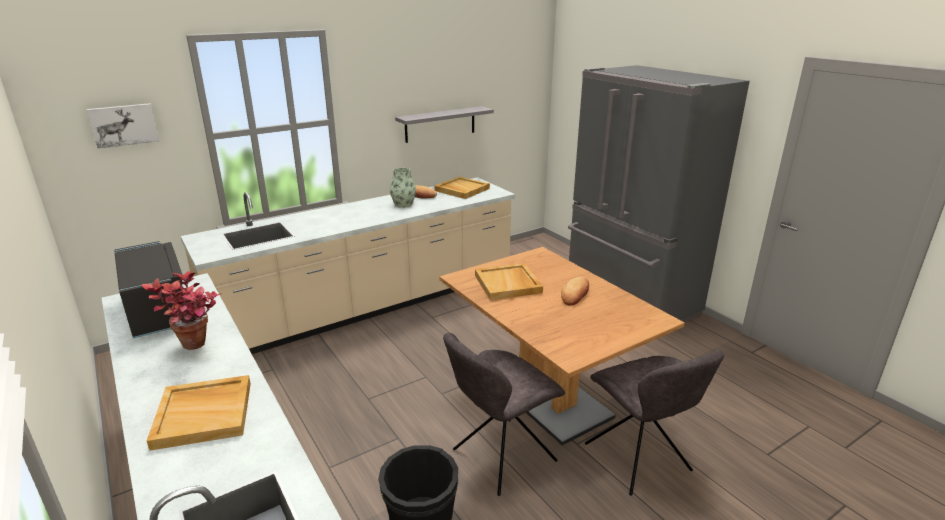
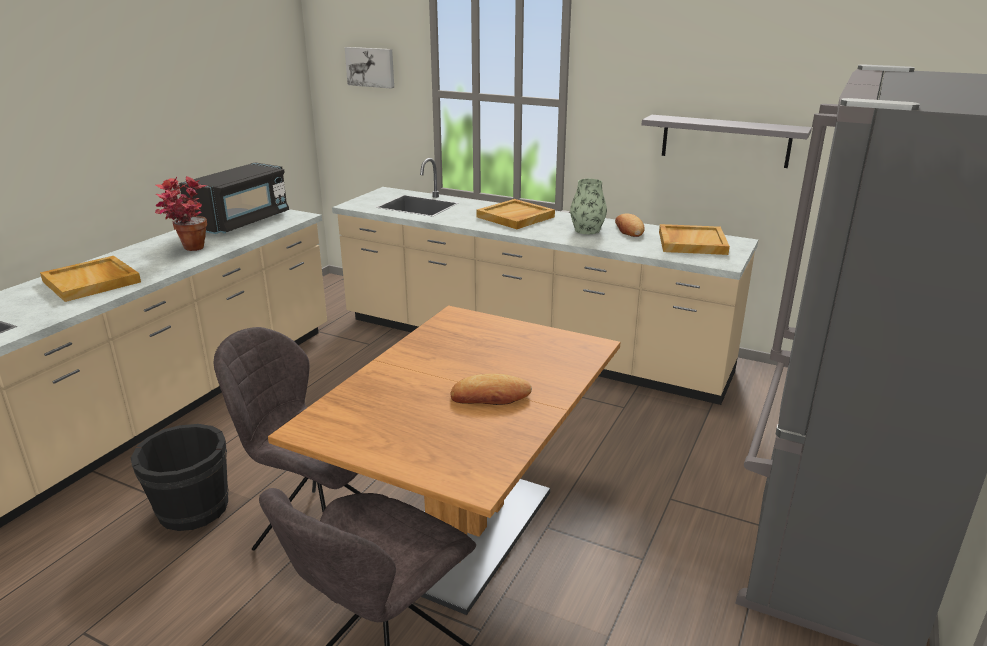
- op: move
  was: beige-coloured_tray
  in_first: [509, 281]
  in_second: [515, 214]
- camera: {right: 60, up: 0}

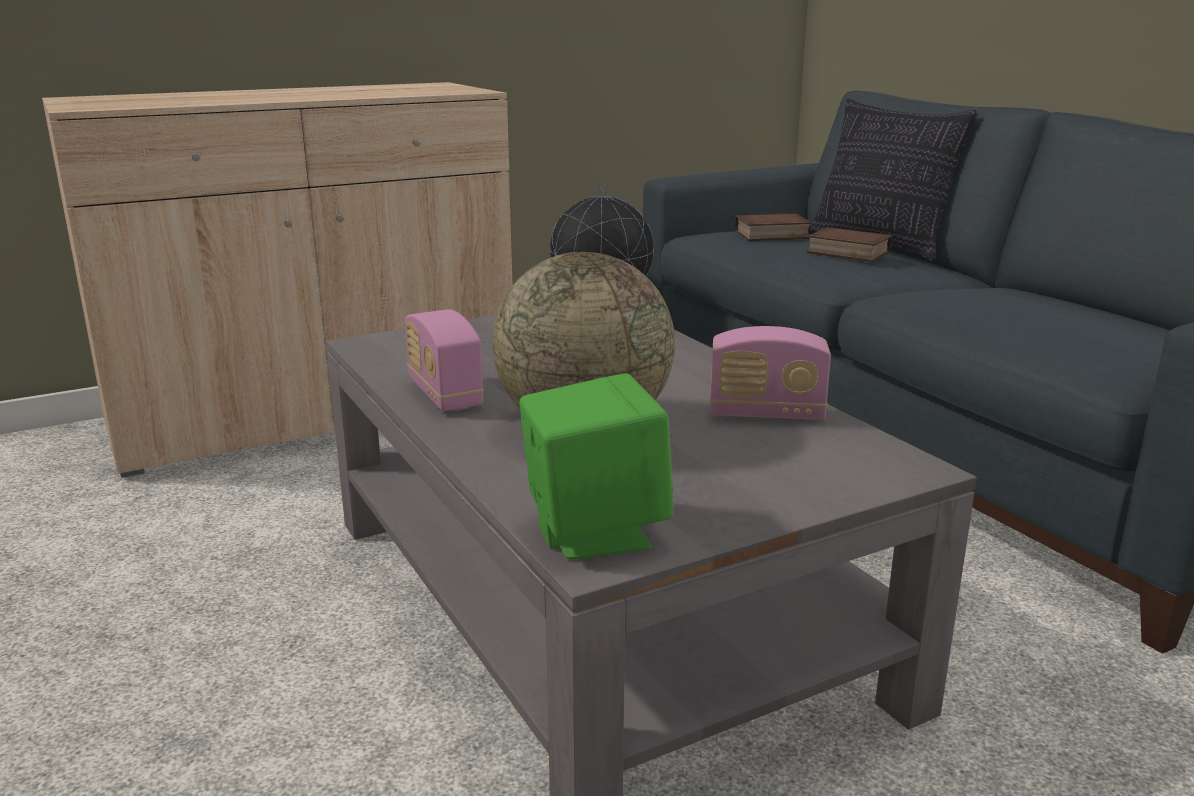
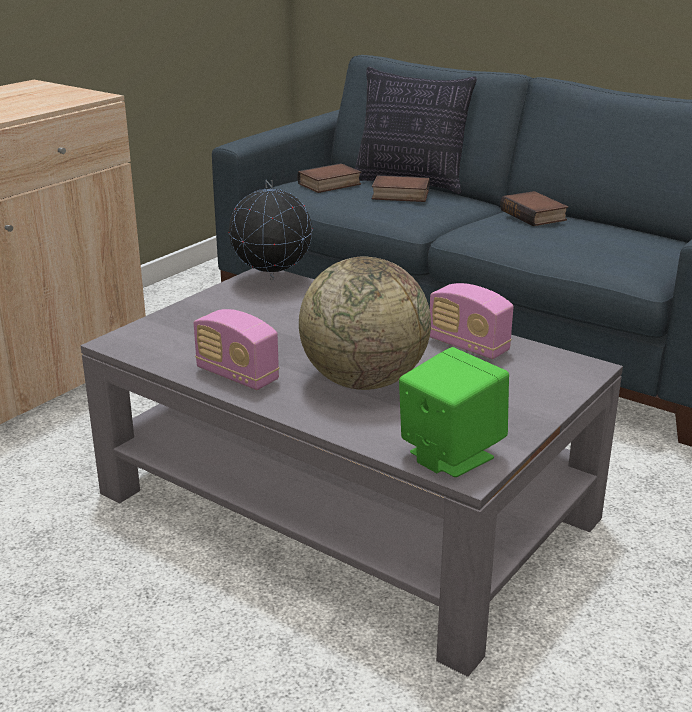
- op: rotate
  was: radio_set
  in_first: [770, 373]
  in_second: [472, 321]
  clockwise: 60
- op: insert
  now: bound_book
  in_second: [534, 208]
- camera: {right: -25, up: 5}

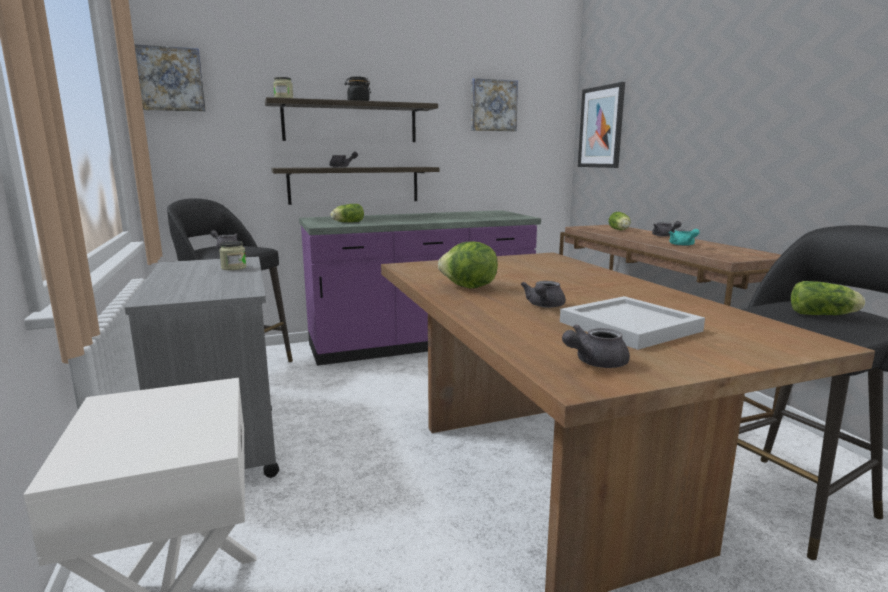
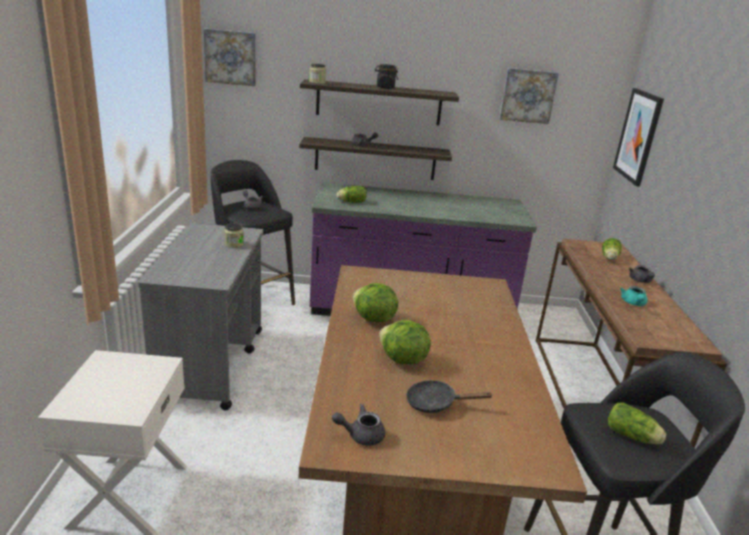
- op: replace
  was: grey_teapot
  now: lettuce_head
  in_first: [543, 294]
  in_second: [405, 342]
- op: replace
  was: whitish_tray
  now: blackish_skillet
  in_first: [632, 323]
  in_second: [449, 396]
- camera: {right: 20, up: 10}

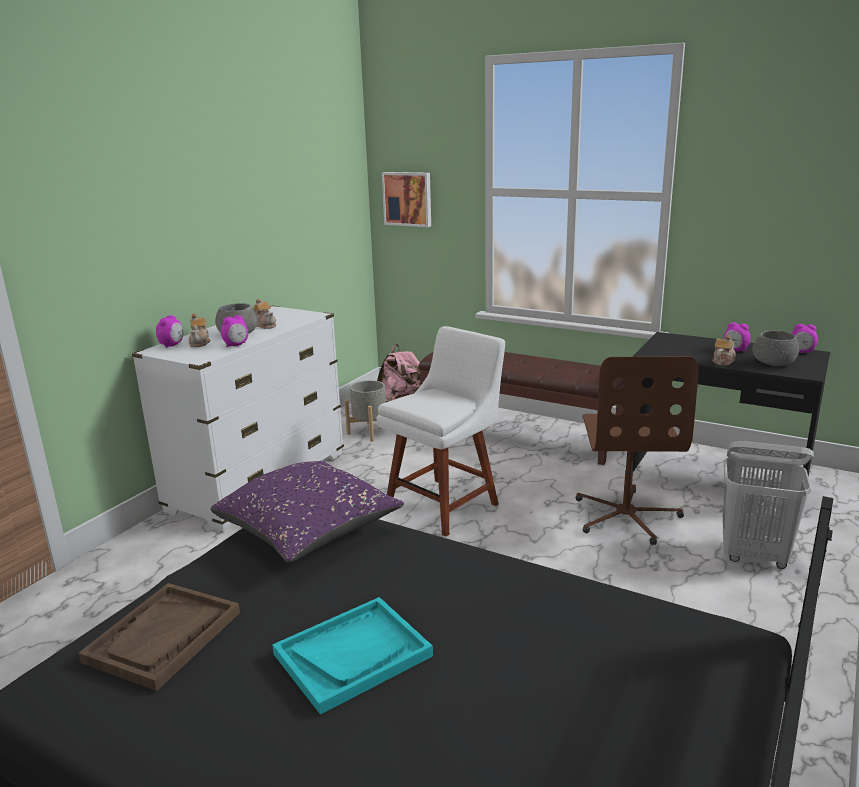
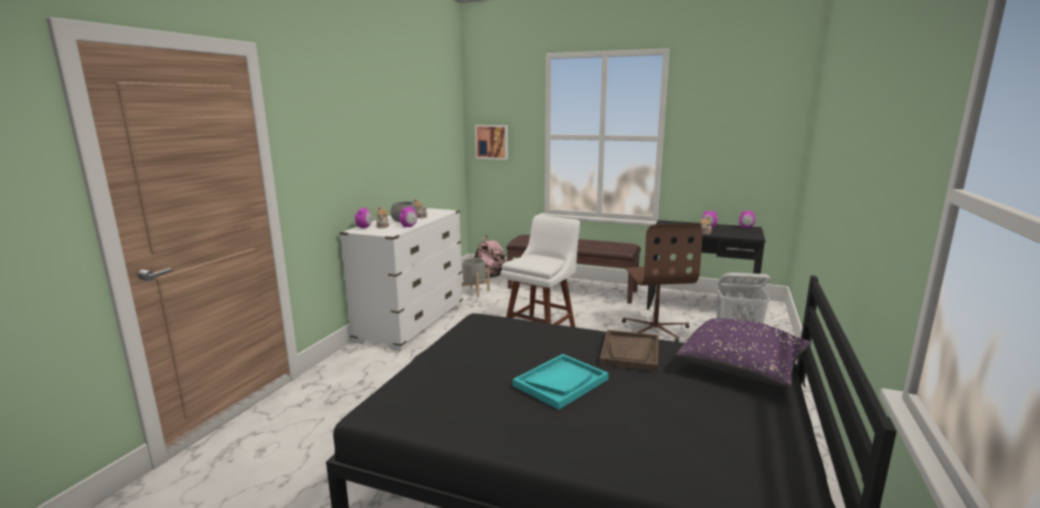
- op: move
  was: brown_tray
  in_first: [159, 637]
  in_second: [629, 350]
- op: move
  was: purple_throw_pillow
  in_first: [307, 512]
  in_second: [743, 352]
- op: delete
  was: grey_bowl
  in_first: [776, 348]
- camera: {right: -10, up: -5}

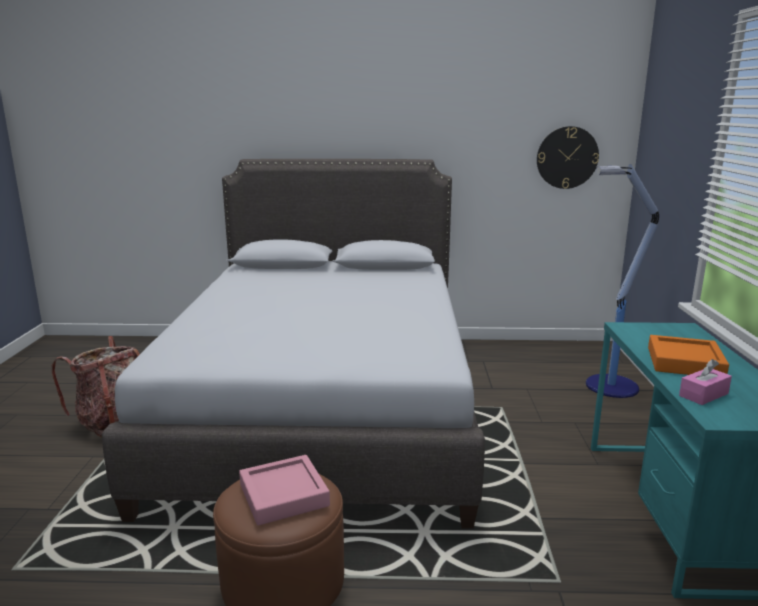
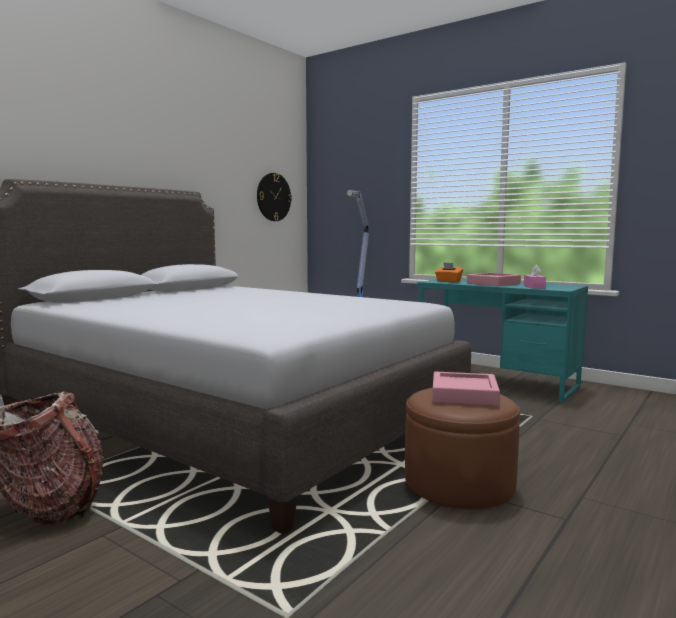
- op: recolor
  was: orange_tray
  now: pink_tray
  in_first: [688, 355]
  in_second: [494, 279]
- op: insert
  now: orange_box_of_tissues
  in_second: [449, 272]
- camera: {right: -55, up: -10}

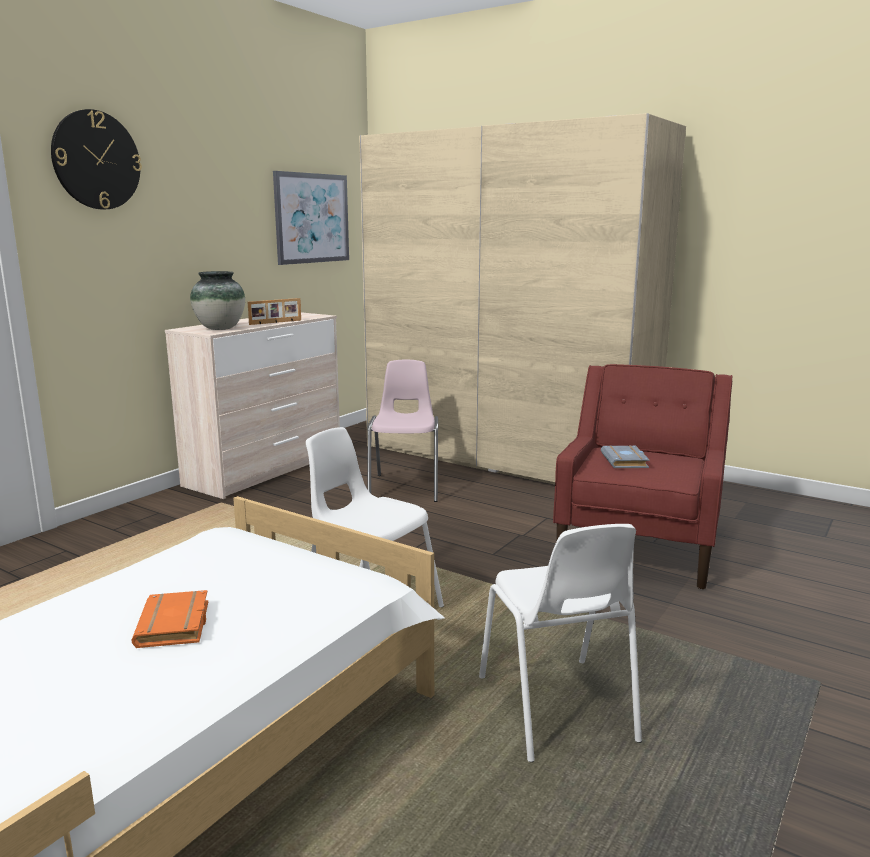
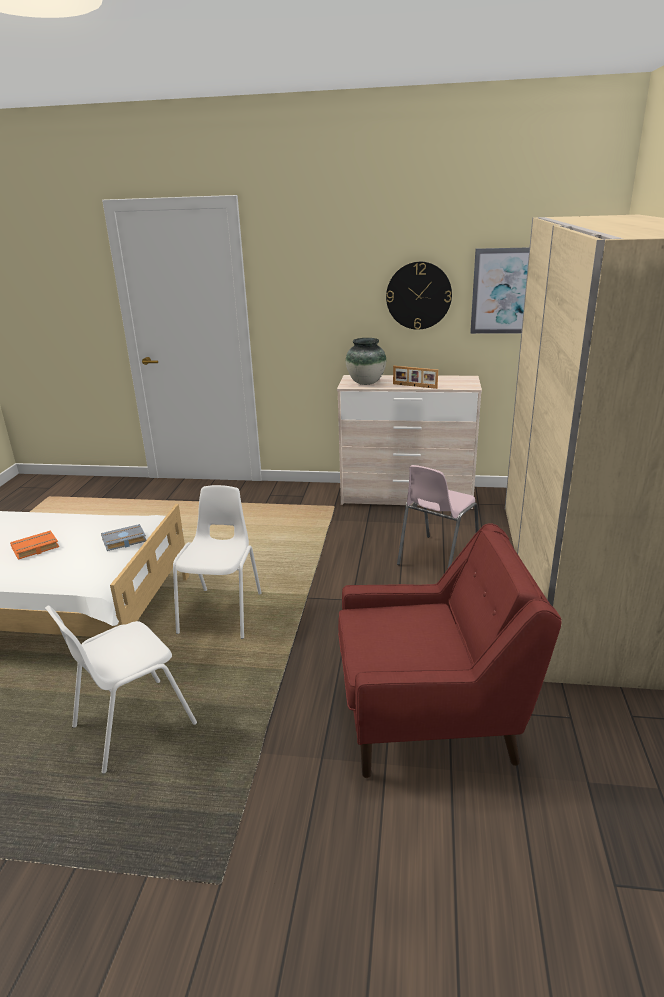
- op: move
  was: clock_on_the_wall
  in_first: [96, 159]
  in_second: [419, 296]
- op: rotate
  was: pink_upright_chair
  in_first: [402, 431]
  in_second: [438, 517]
  clockwise: 150
- op: move
  was: grey_bound_book
  in_first: [625, 456]
  in_second: [123, 537]
- camera: {right: 65, up: 10}

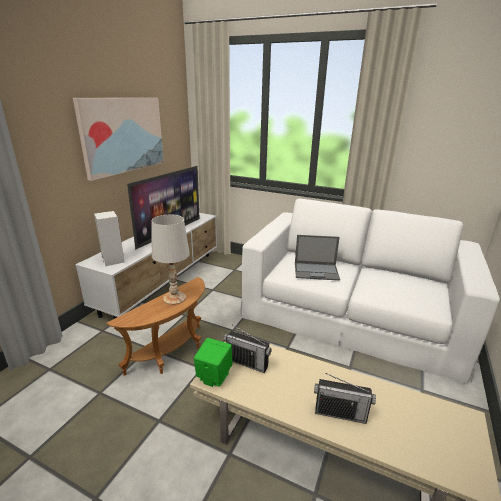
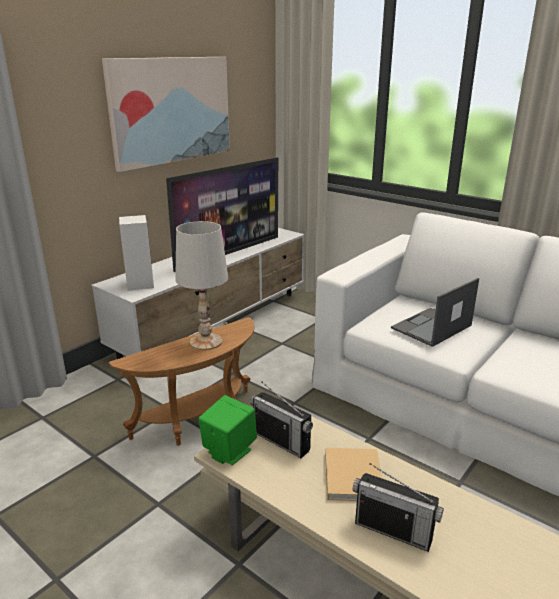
- op: rotate
  was: portable_computer
  in_first: [317, 258]
  in_second: [435, 312]
  clockwise: 120
- op: insert
  now: beige-coloured_bound_book
  in_second: [353, 474]
- camera: {right: 15, up: 0}

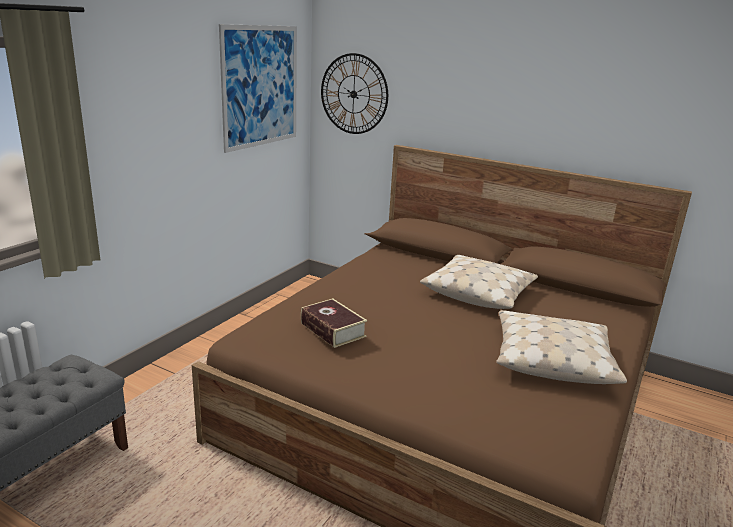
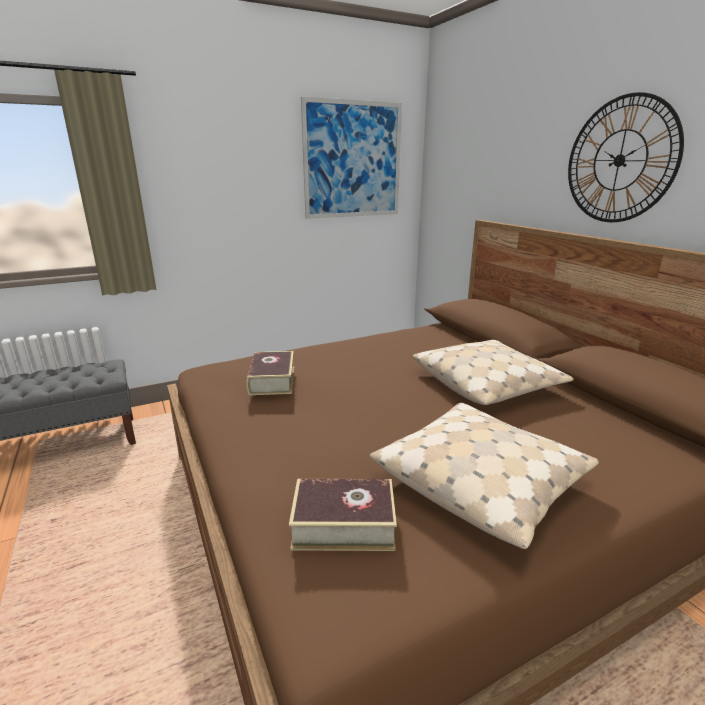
- op: move
  was: clock_on_the_wall
  in_first: [354, 93]
  in_second: [626, 157]
- op: insert
  now: bound_book
  in_second: [343, 515]
- camera: {right: 35, up: 0}

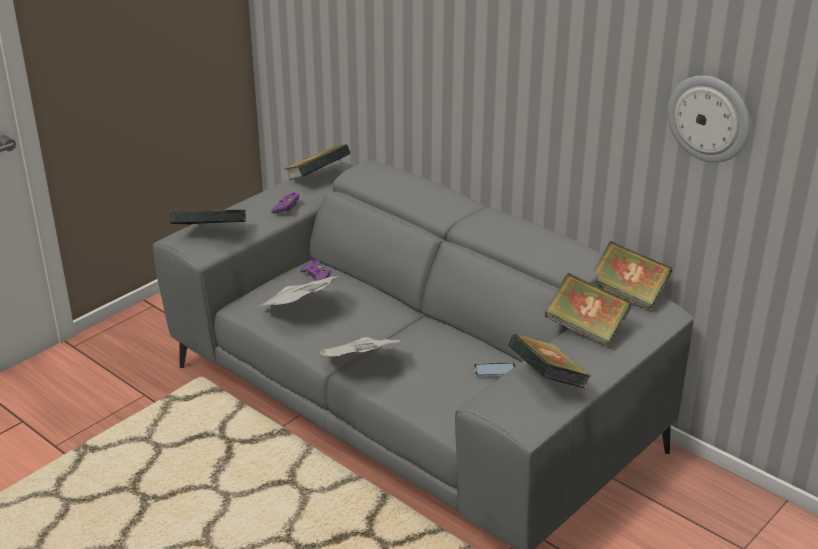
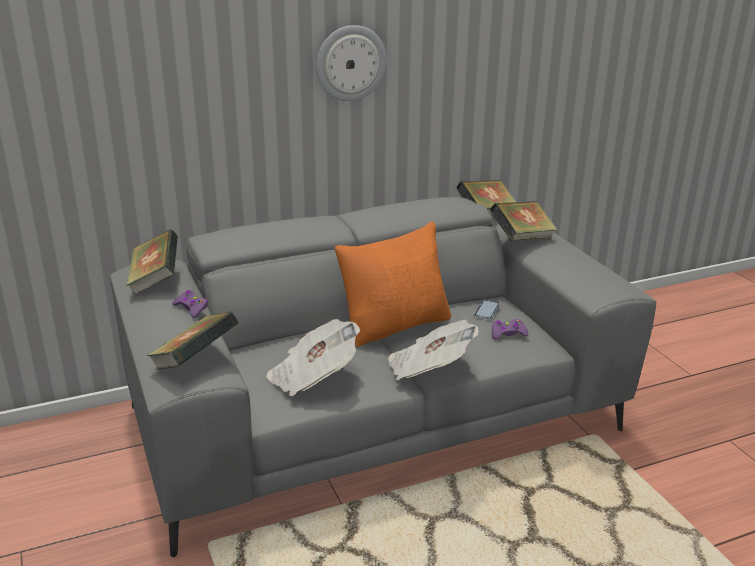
- op: move
  was: purple_game_controller
  in_first: [315, 270]
  in_second: [510, 329]
- op: delete
  was: bound_book
  in_first: [549, 361]
- op: move
  was: clock_on_the_wall
  in_first: [708, 119]
  in_second: [351, 63]
- op: insert
  now: orange_throw_pillow
  in_second: [393, 284]
- camera: {right: -65, up: -5}

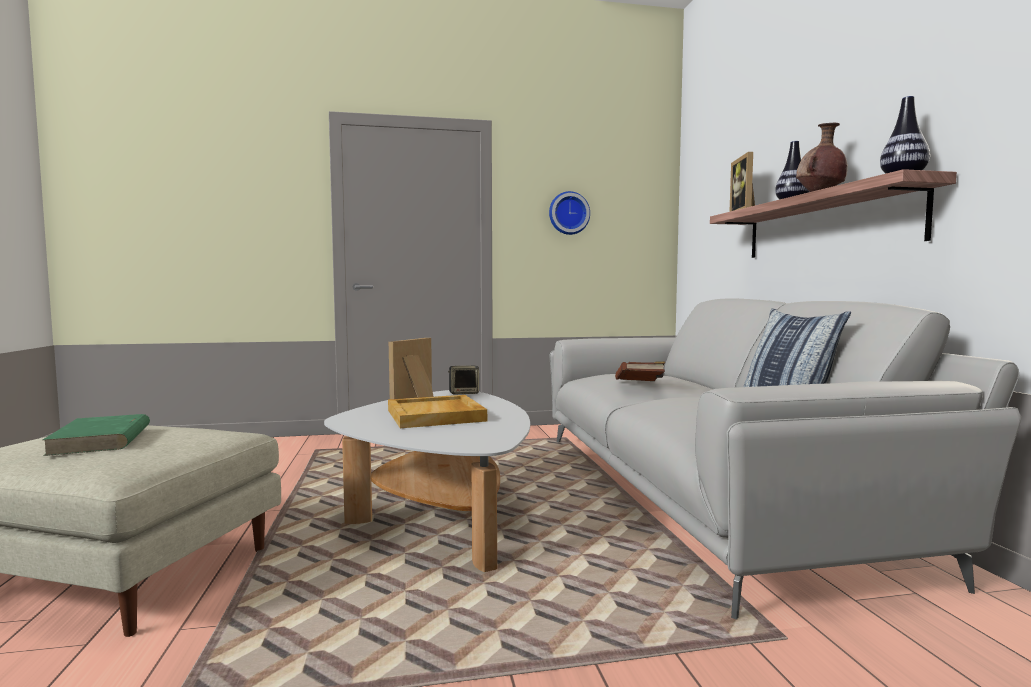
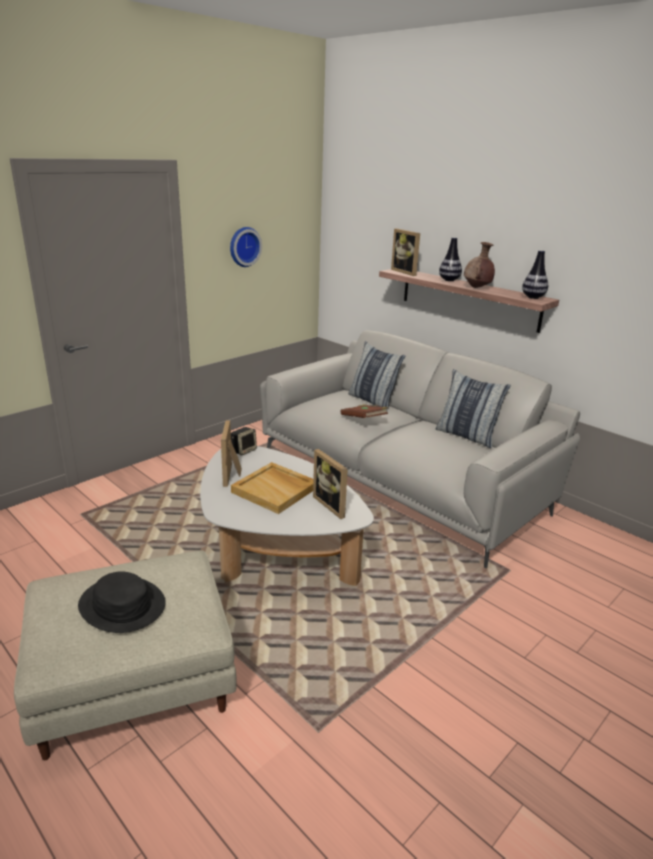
- op: replace
  was: greenish_bound_book
  now: blackish_wearable_hat
  in_first: [96, 435]
  in_second: [122, 602]
- op: insert
  now: standing_frame
  in_second: [330, 484]
- op: insert
  now: throw_pillow
  in_second: [377, 376]
- camera: {right: -35, up: 20}

